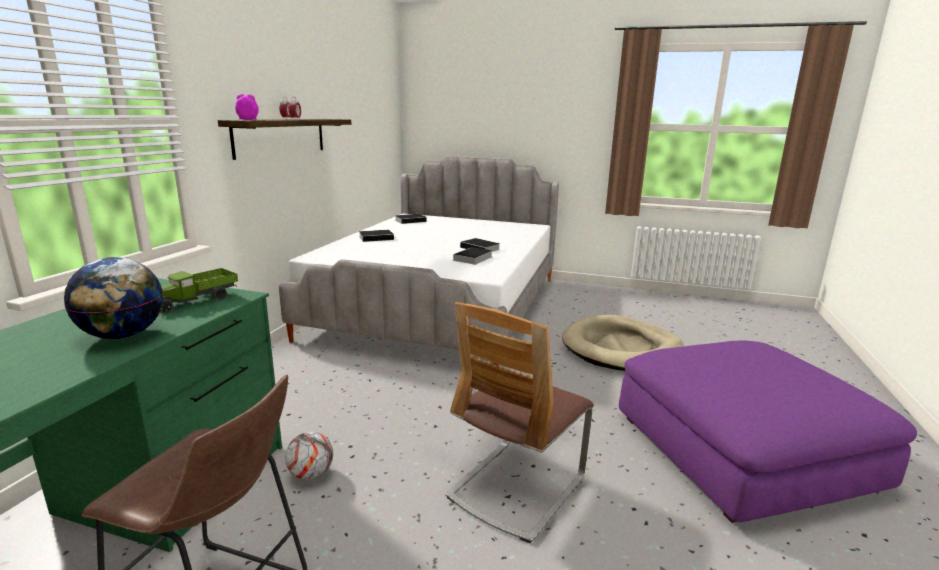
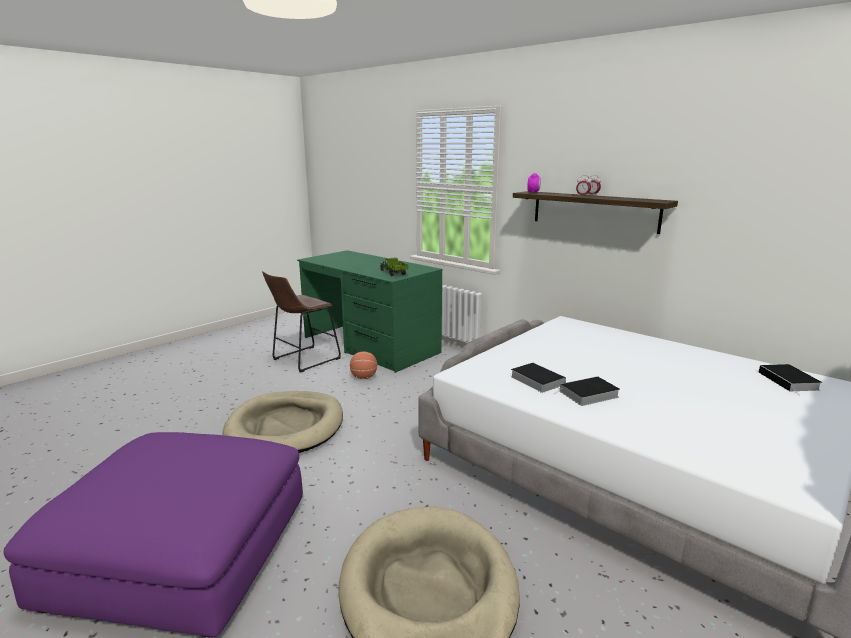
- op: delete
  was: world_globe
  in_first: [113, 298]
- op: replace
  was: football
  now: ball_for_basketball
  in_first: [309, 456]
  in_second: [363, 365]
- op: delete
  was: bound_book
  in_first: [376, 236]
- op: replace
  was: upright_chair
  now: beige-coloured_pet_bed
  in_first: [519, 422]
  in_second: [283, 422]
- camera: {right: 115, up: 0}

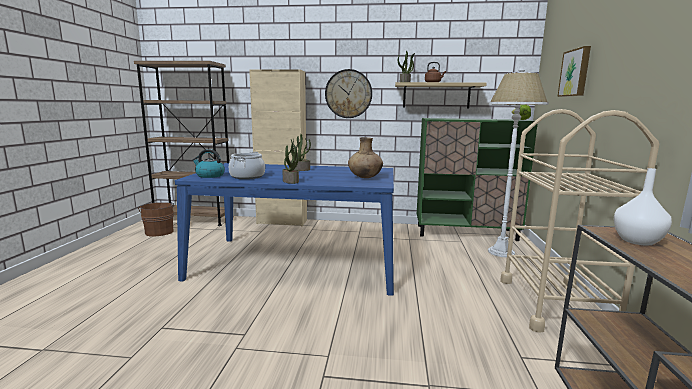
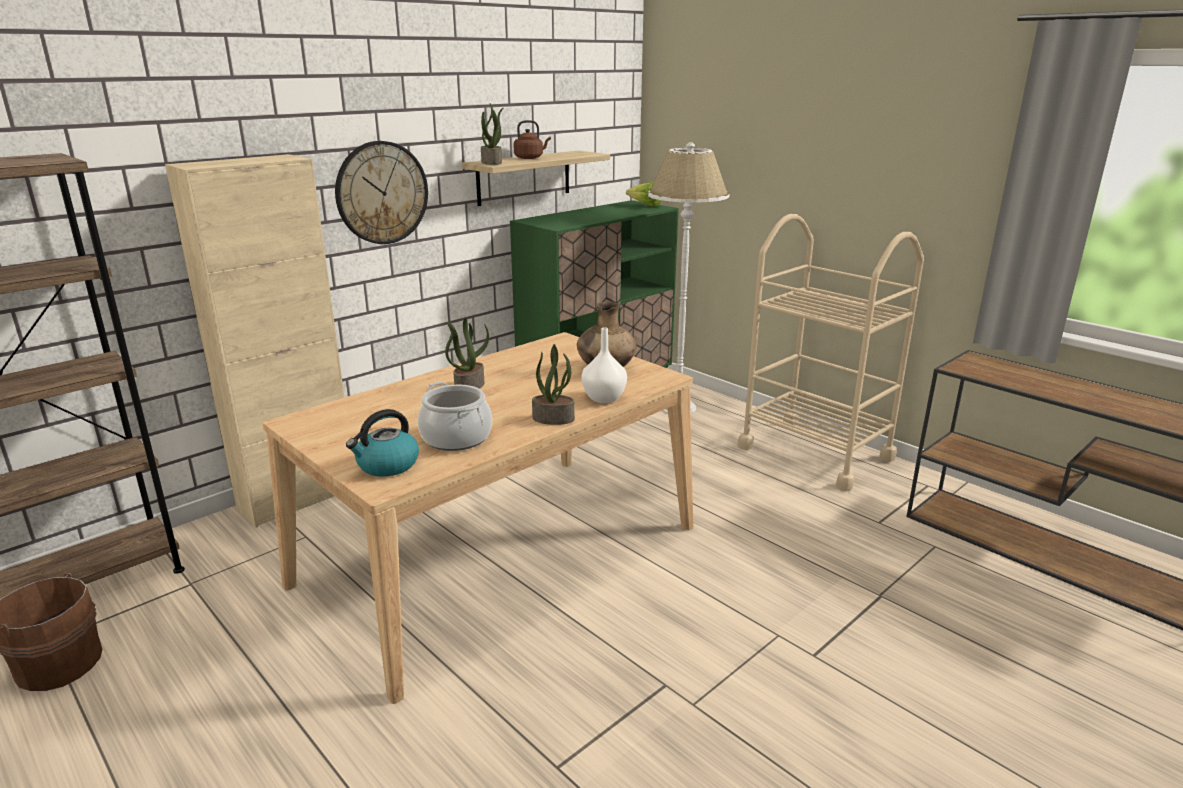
- op: recolor
  was: blue_kitchen_table
  now: beige-coloured_kitchen_table
  in_first: [284, 229]
  in_second: [477, 518]
- op: delete
  was: wall_art
  in_first: [574, 71]
- op: move
  was: whitish_vase
  in_first: [642, 206]
  in_second: [604, 365]
- camera: {right: -50, up: 10}

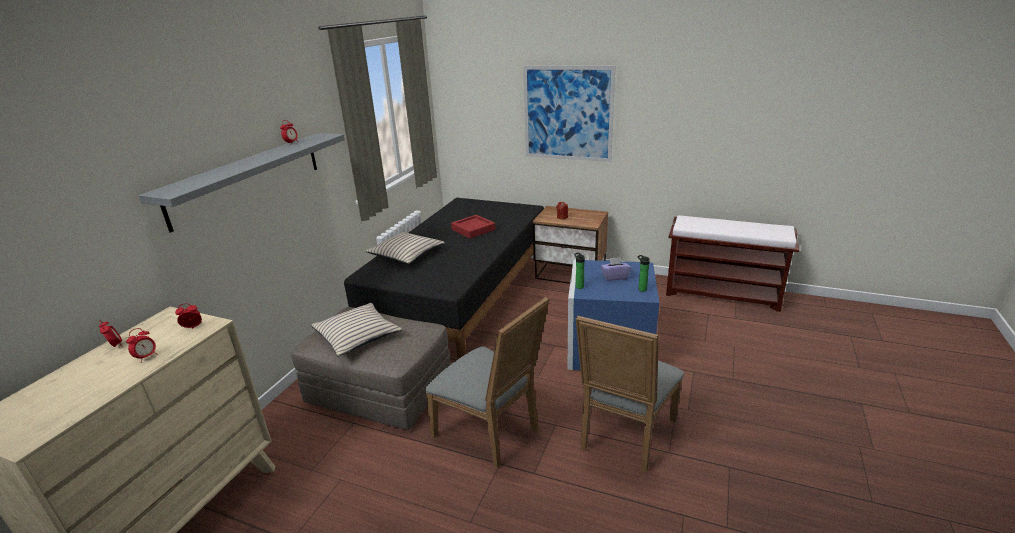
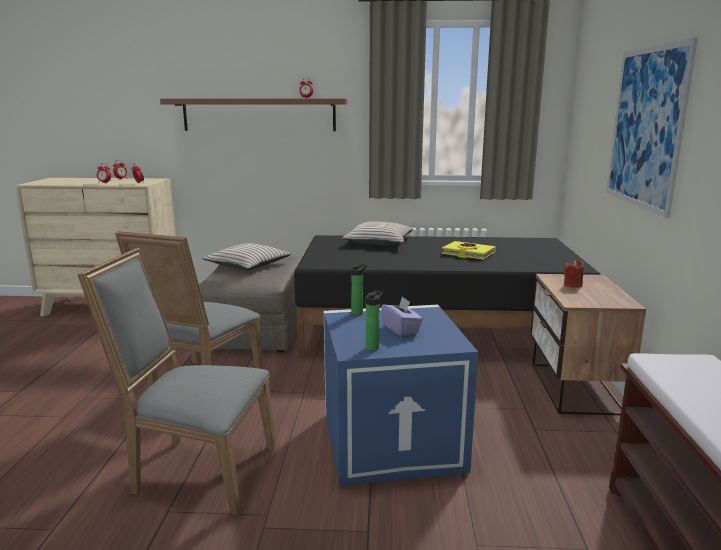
- op: recolor
  was: grey_bracket_shelf
  now: brown_bracket_shelf
  in_first: [241, 183]
  in_second: [253, 115]
- op: replace
  was: red_tray
  now: yellow-coloured_bound_book
  in_first: [473, 227]
  in_second: [469, 250]
- camera: {right: 70, up: -10}

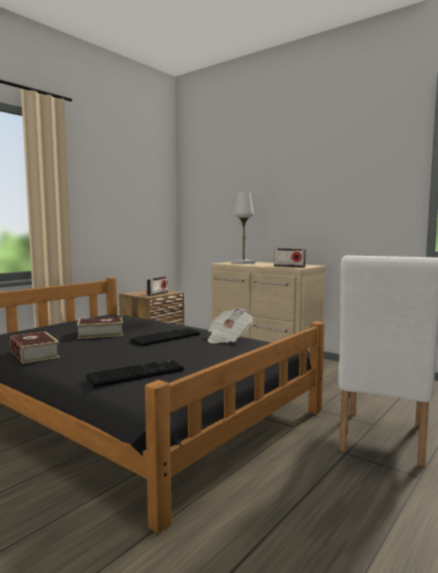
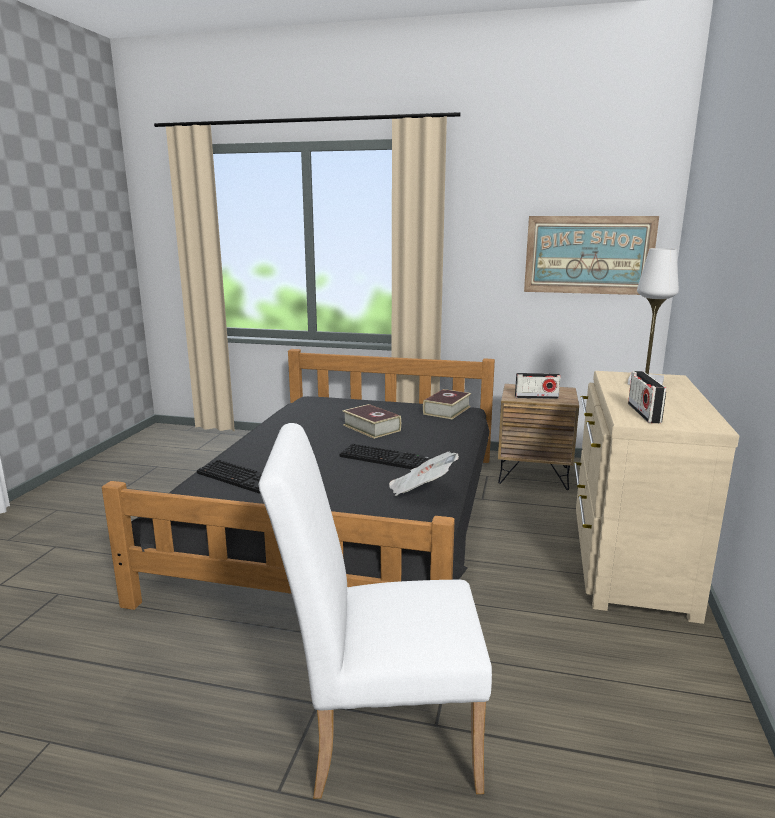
- op: move
  was: bound_book
  in_first: [35, 347]
  in_second: [447, 404]
- op: insert
  now: wall_art
  in_second: [591, 255]
- camera: {right: 65, up: 10}

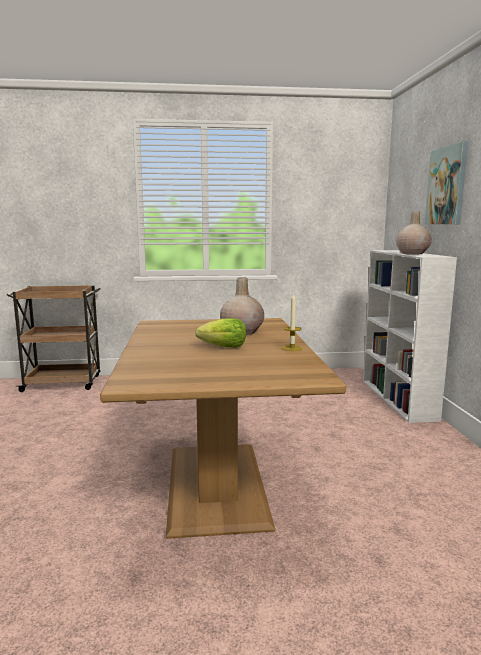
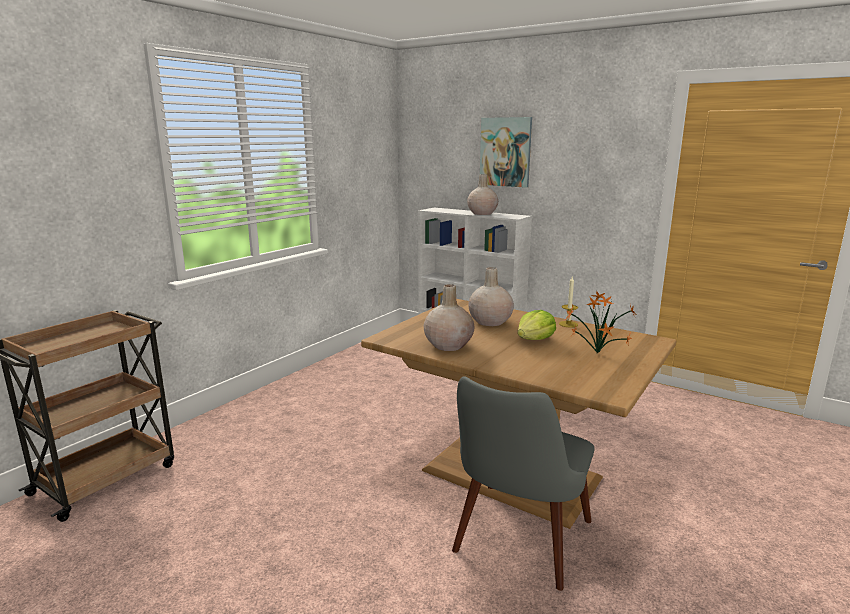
- op: insert
  now: beige-coloured_vase
  in_second: [449, 317]
- op: insert
  now: grey_upright_chair
  in_second: [523, 483]
- op: insert
  now: potted_plant
  in_second: [601, 322]
- camera: {right: -50, up: 5}

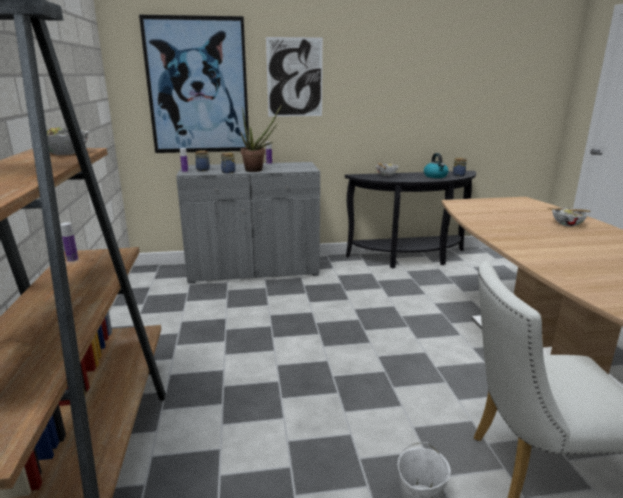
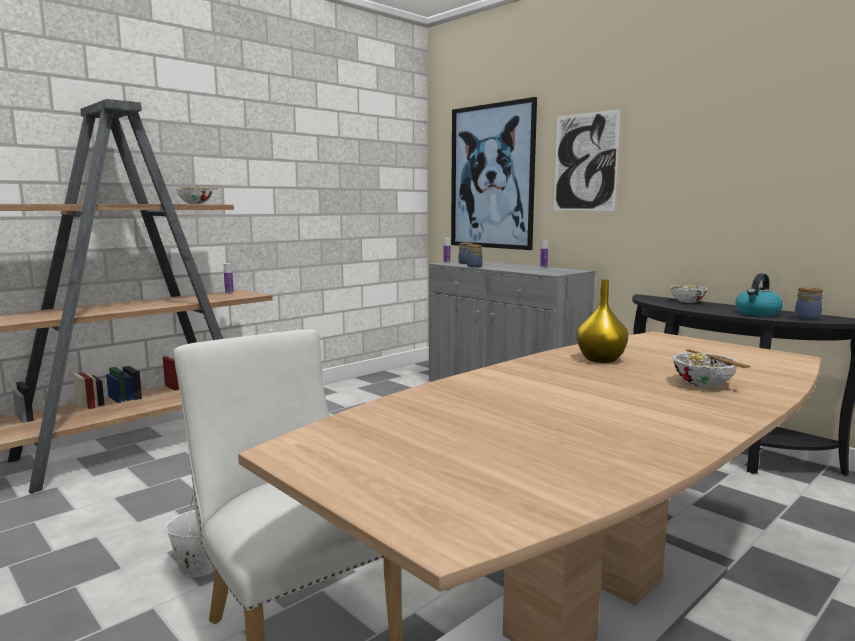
- op: delete
  was: potted_plant
  in_first: [261, 138]
- op: insert
  now: yellow-coloured_vase
  in_second: [602, 321]
- camera: {right: 55, up: -10}

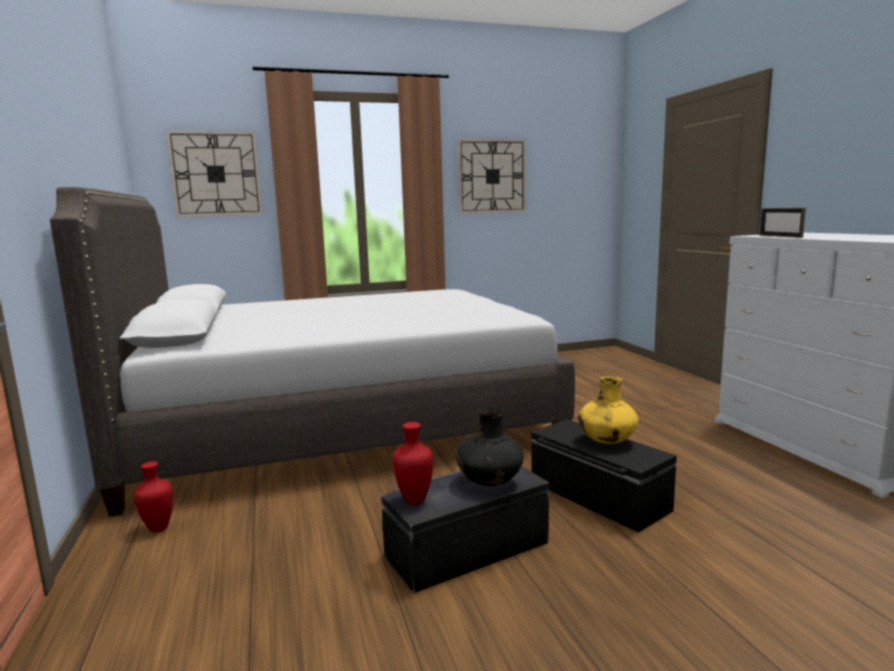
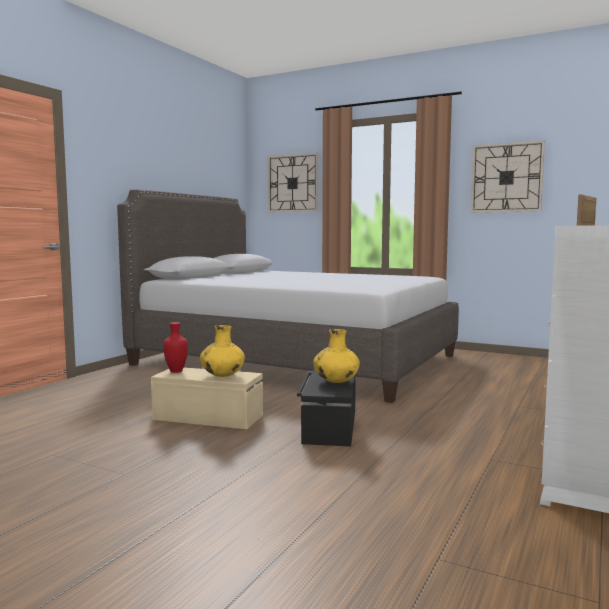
- op: delete
  was: red_vase
  in_first: [153, 496]
- op: recolor
  was: blackish_storage_bin
  now: beige-coloured_storage_bin
  in_first: [465, 529]
  in_second: [207, 398]
- op: recolor
  was: blackish_vase
  now: yellow-coloured_vase
  in_first: [490, 446]
  in_second: [222, 351]
- camera: {right: 45, up: -5}

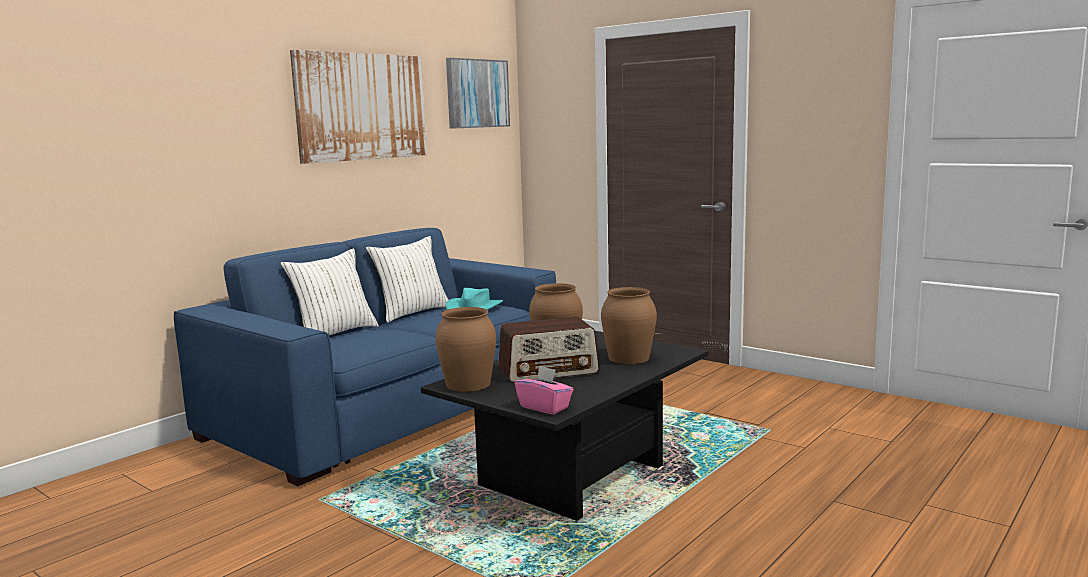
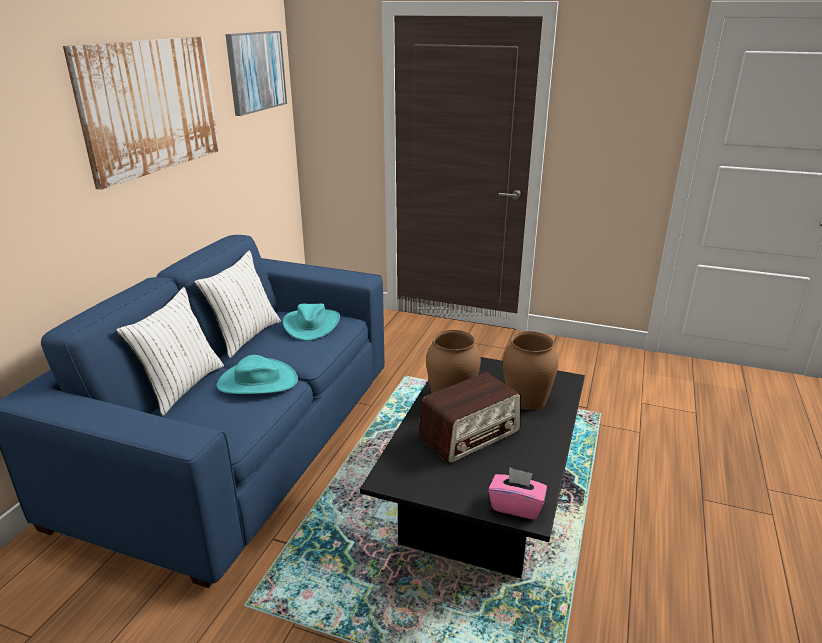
- op: delete
  was: brown_vase
  in_first: [465, 349]
- op: insert
  now: blue-green_wearable_hat
  in_second: [257, 374]
- camera: {right: -20, up: 15}

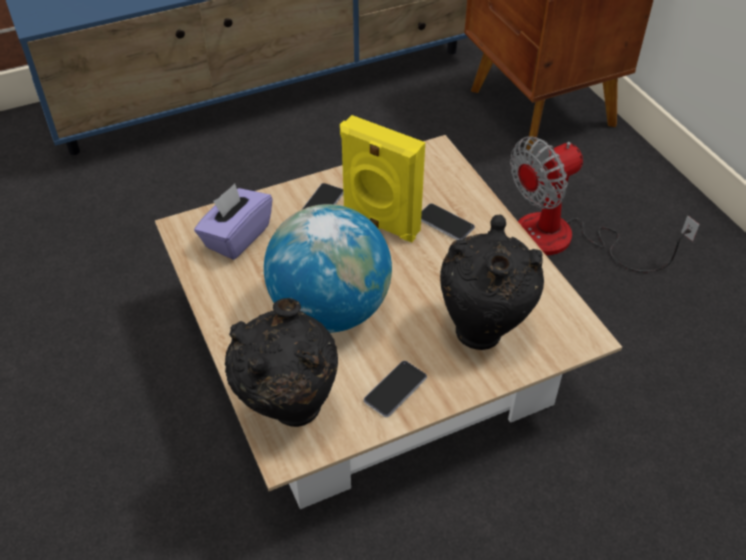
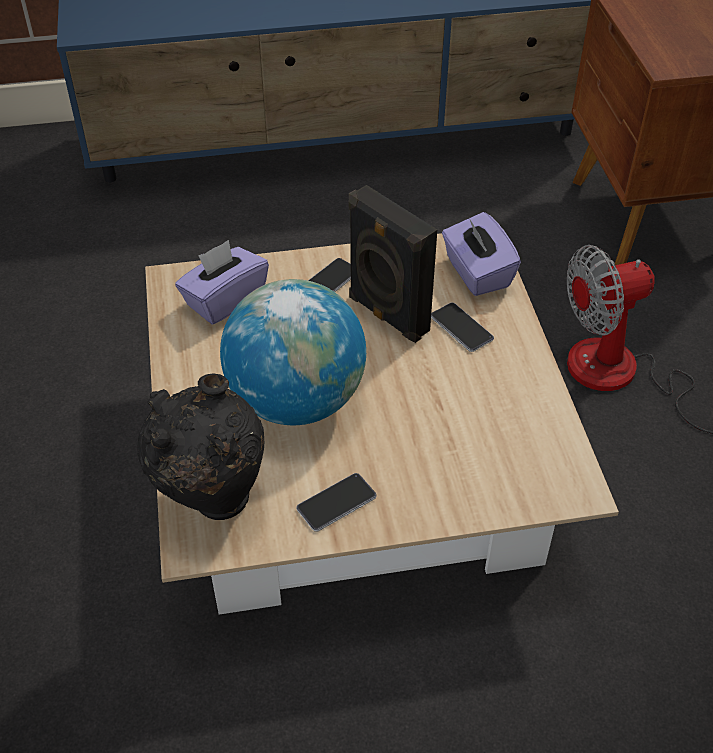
- op: recolor
  was: yellow-coloured_audio_speaker
  now: blackish_audio_speaker
  in_first: [382, 178]
  in_second: [393, 264]
- op: delete
  was: blackish_vase
  in_first: [492, 282]
- op: insert
  now: purple_box_of_tissues
  in_second: [481, 254]
- camera: {right: 15, up: 0}

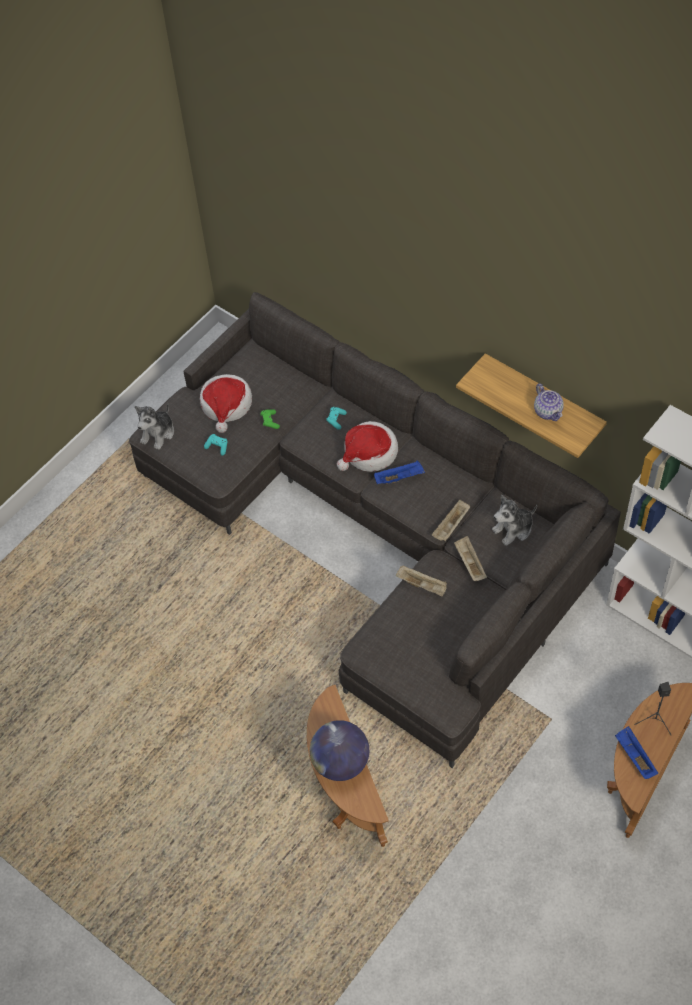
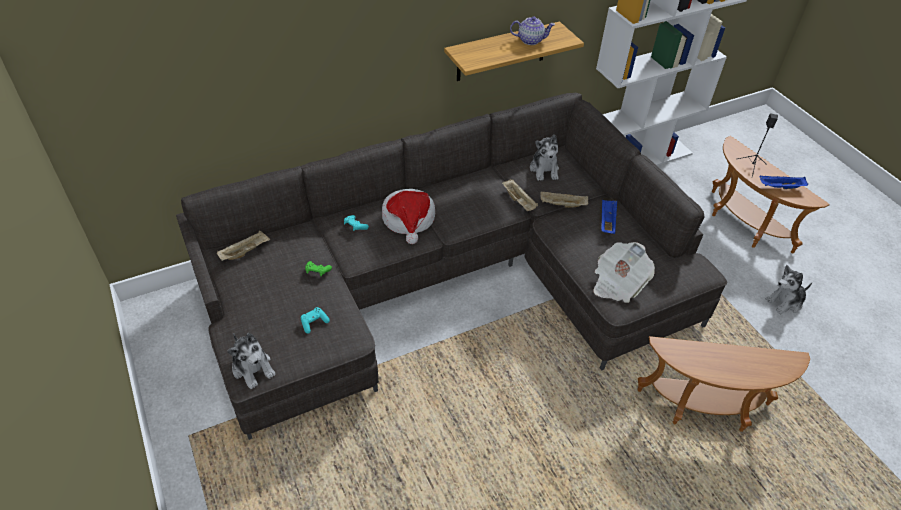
- op: delete
  was: wearable_hat
  in_first: [226, 403]
- op: delete
  was: world_globe
  in_first: [339, 750]
- op: move
  was: blue_tray
  in_first: [399, 472]
  in_second: [609, 217]
- op: move
  was: beige-coloured_tray
  in_first: [421, 580]
  in_second: [243, 246]
- op: insert
  now: newspaper
  in_second: [624, 272]
- op: insert
  now: soft_toy
  in_second: [789, 289]
- camera: {right: -70, up: -10}

